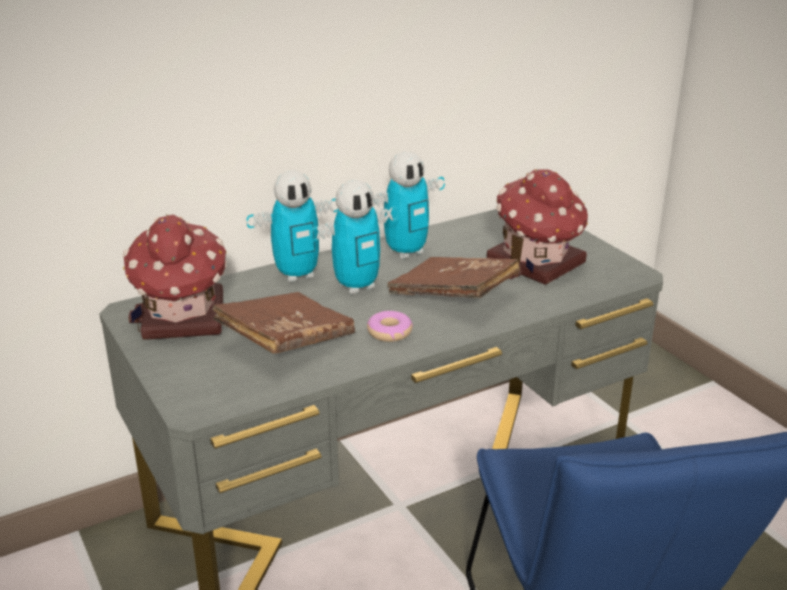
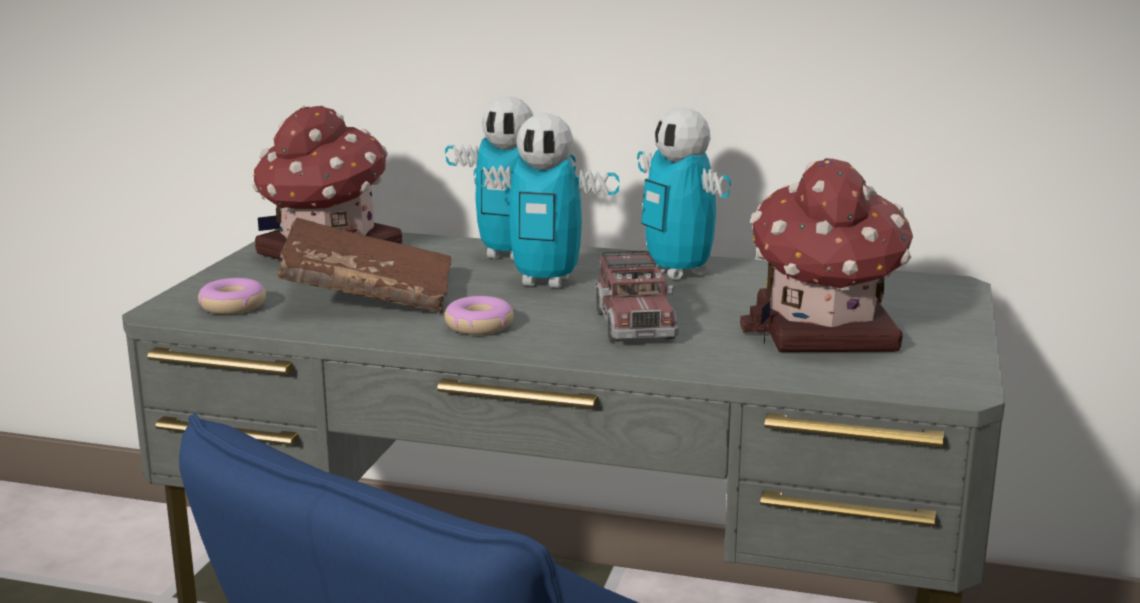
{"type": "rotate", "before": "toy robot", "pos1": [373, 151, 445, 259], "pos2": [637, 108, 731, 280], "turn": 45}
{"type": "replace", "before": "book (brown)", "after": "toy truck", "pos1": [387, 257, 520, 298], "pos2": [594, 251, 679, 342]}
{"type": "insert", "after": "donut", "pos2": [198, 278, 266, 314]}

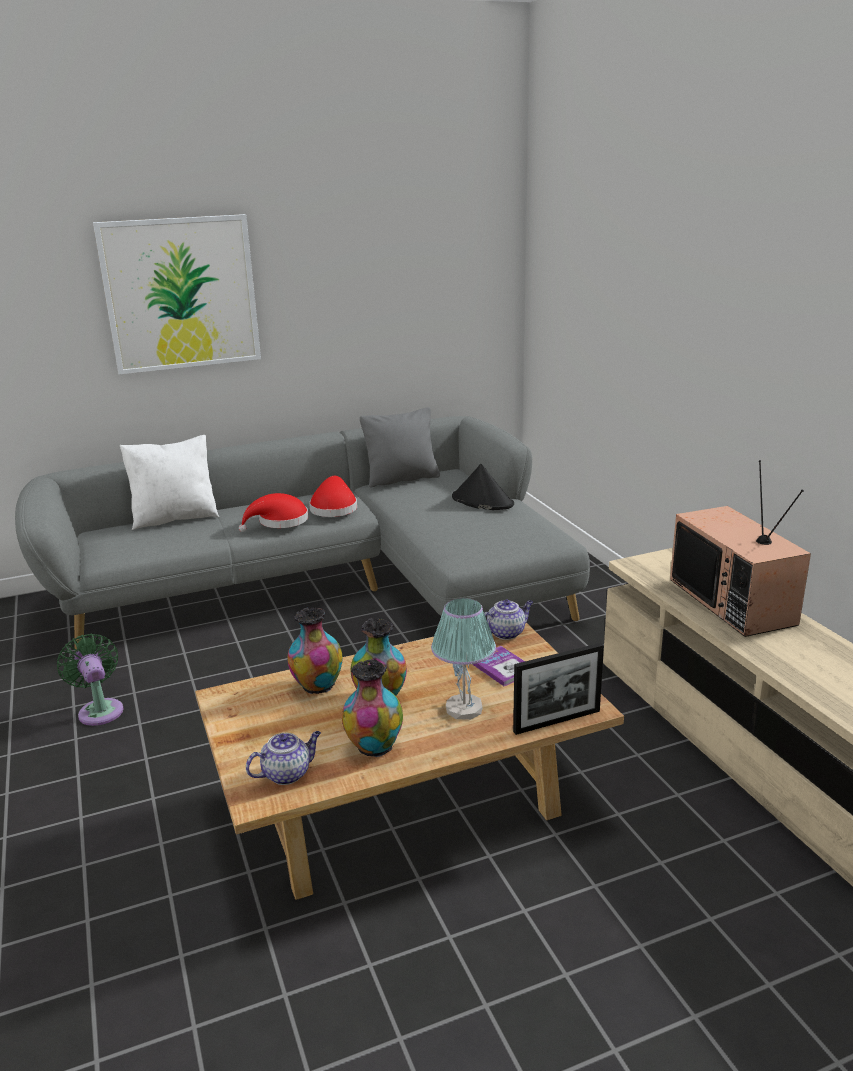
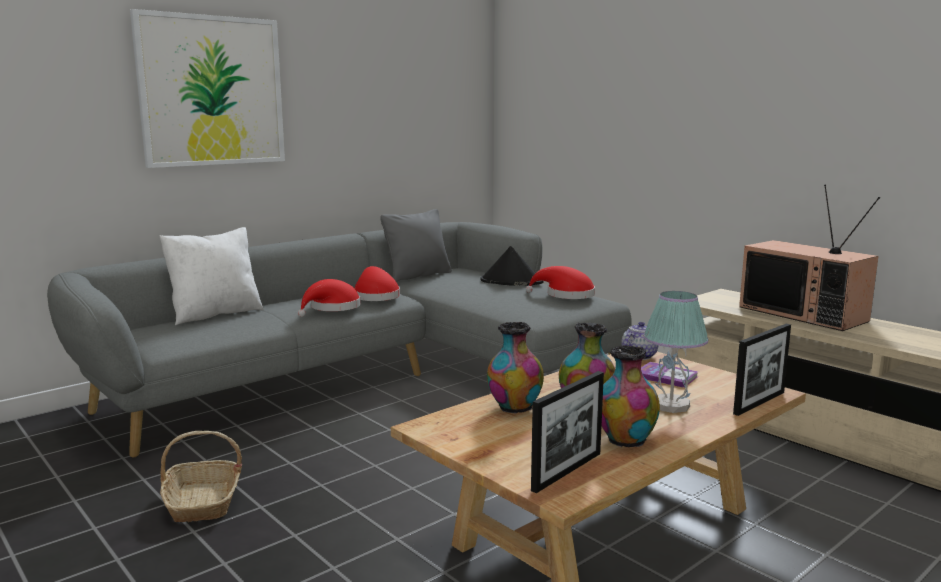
{"type": "replace", "before": "fan (green)", "after": "basket", "pos1": [57, 634, 123, 726], "pos2": [160, 431, 242, 522]}
{"type": "replace", "before": "teapot", "after": "picture frame", "pos1": [246, 731, 321, 785], "pos2": [531, 371, 604, 493]}
{"type": "insert", "after": "hat (red)", "pos2": [526, 266, 595, 299]}

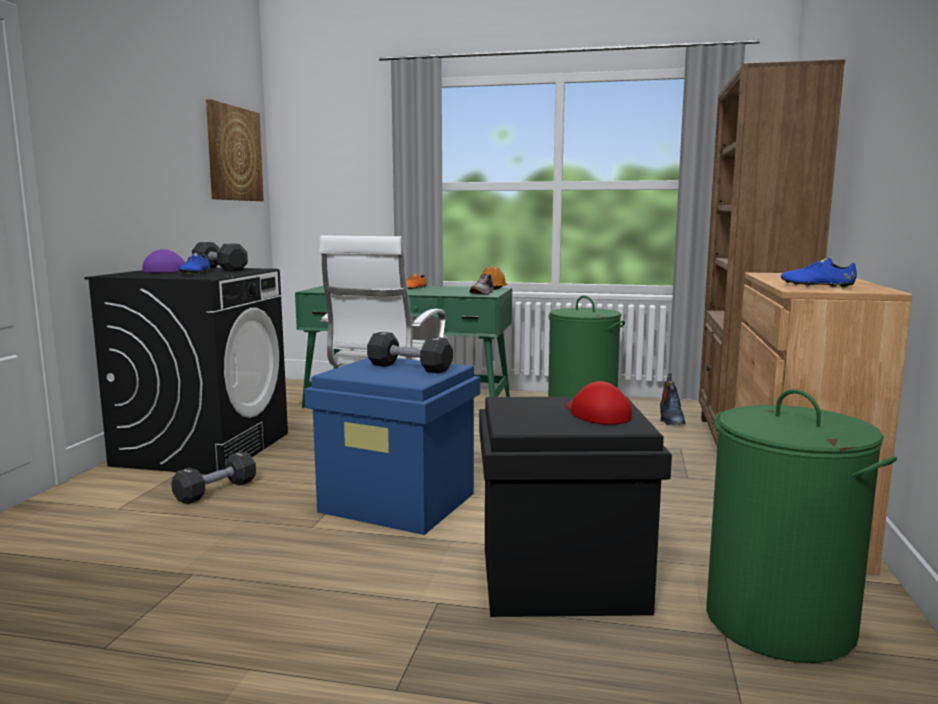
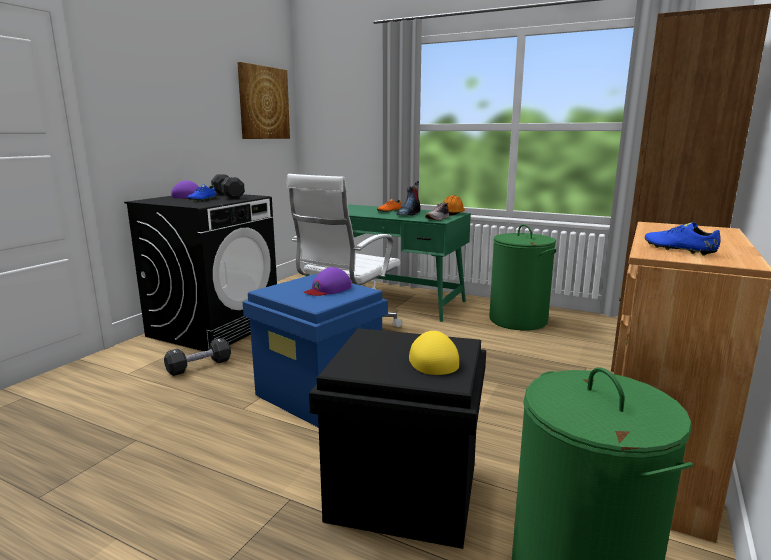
{"type": "replace", "before": "dumbbell (black)", "after": "cap (purple)", "pos1": [367, 332, 453, 374], "pos2": [304, 267, 351, 296]}
{"type": "recolor", "before": "cap (red)", "after": "cap (yellow)", "pos1": [566, 381, 632, 425], "pos2": [409, 331, 459, 375]}
{"type": "move", "before": "boot", "pos1": [660, 374, 685, 425], "pos2": [397, 181, 421, 216]}

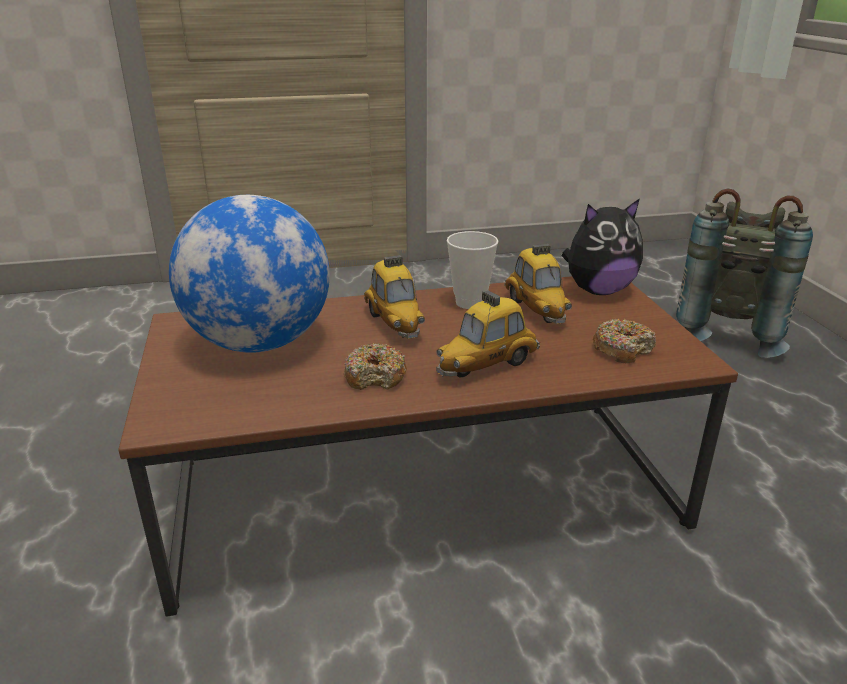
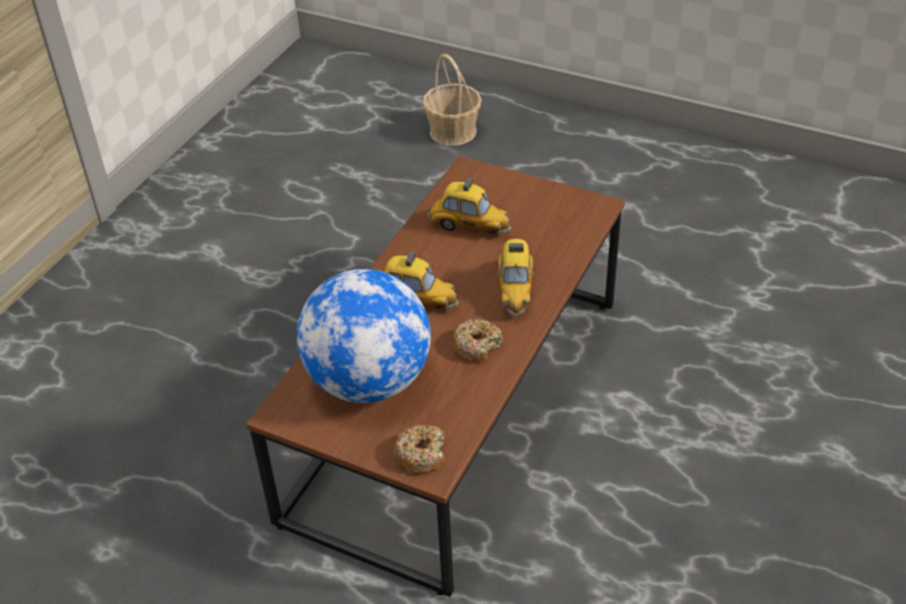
{"type": "delete", "before": "cup", "pos1": [447, 231, 498, 309]}
{"type": "delete", "before": "plush toy", "pos1": [561, 198, 643, 295]}
{"type": "move", "before": "donut", "pos1": [593, 318, 656, 363], "pos2": [394, 424, 445, 472]}
{"type": "replace", "before": "backpack (grey)", "after": "basket", "pos1": [676, 188, 813, 358], "pos2": [422, 54, 482, 146]}

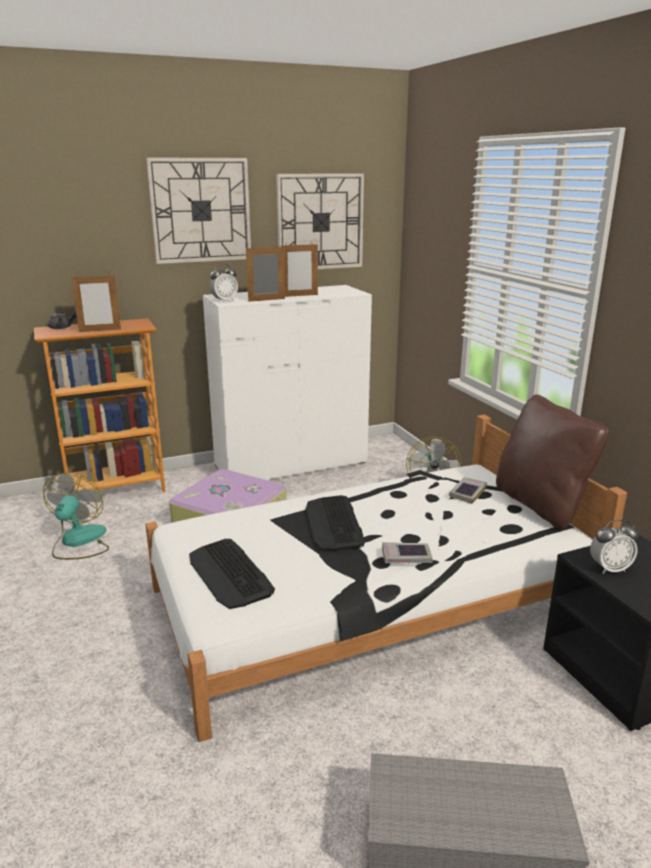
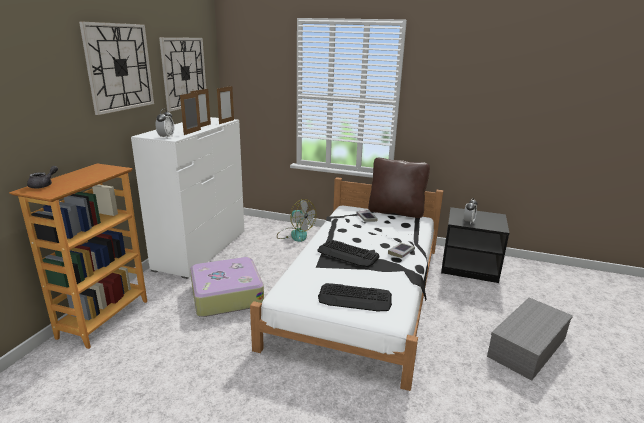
{"type": "delete", "before": "fan", "pos1": [43, 472, 109, 560]}
{"type": "move", "before": "picture frame", "pos1": [71, 275, 121, 332], "pos2": [217, 85, 234, 124]}

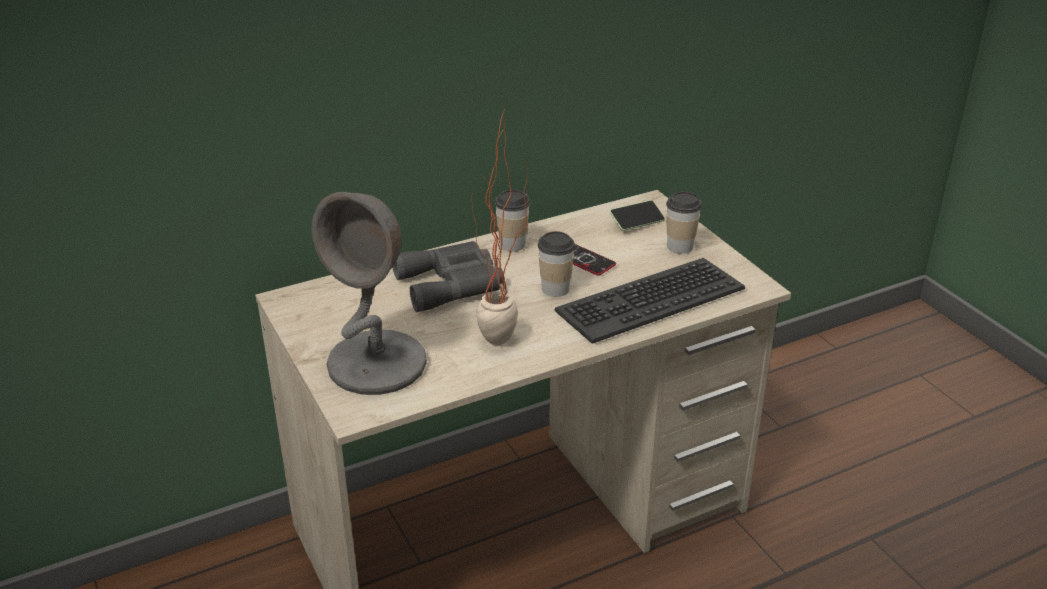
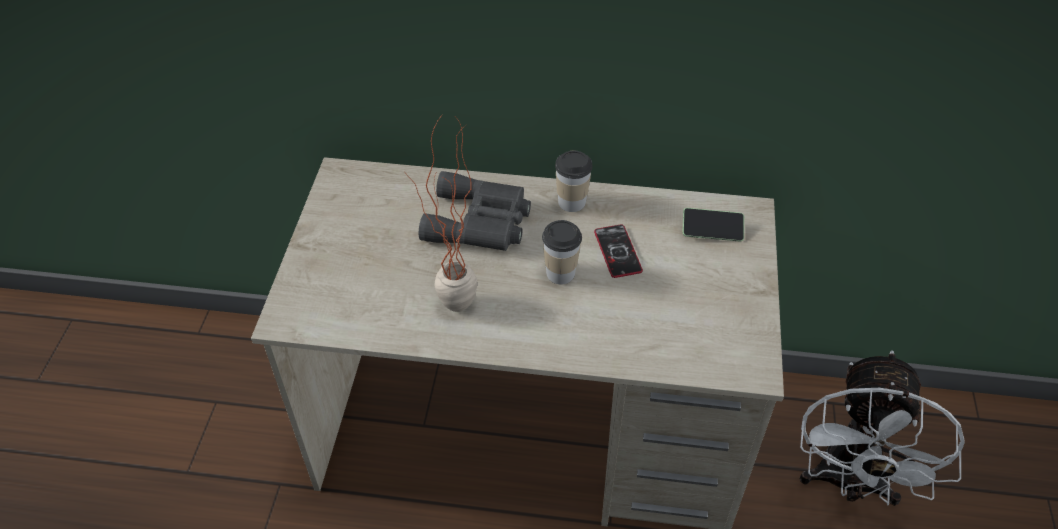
{"type": "delete", "before": "table lamp (grey)", "pos1": [312, 192, 427, 395]}
{"type": "delete", "before": "keyboard", "pos1": [555, 258, 745, 344]}
{"type": "delete", "before": "cup", "pos1": [666, 191, 702, 254]}
{"type": "insert", "after": "fan (white)", "pos2": [800, 350, 965, 506]}

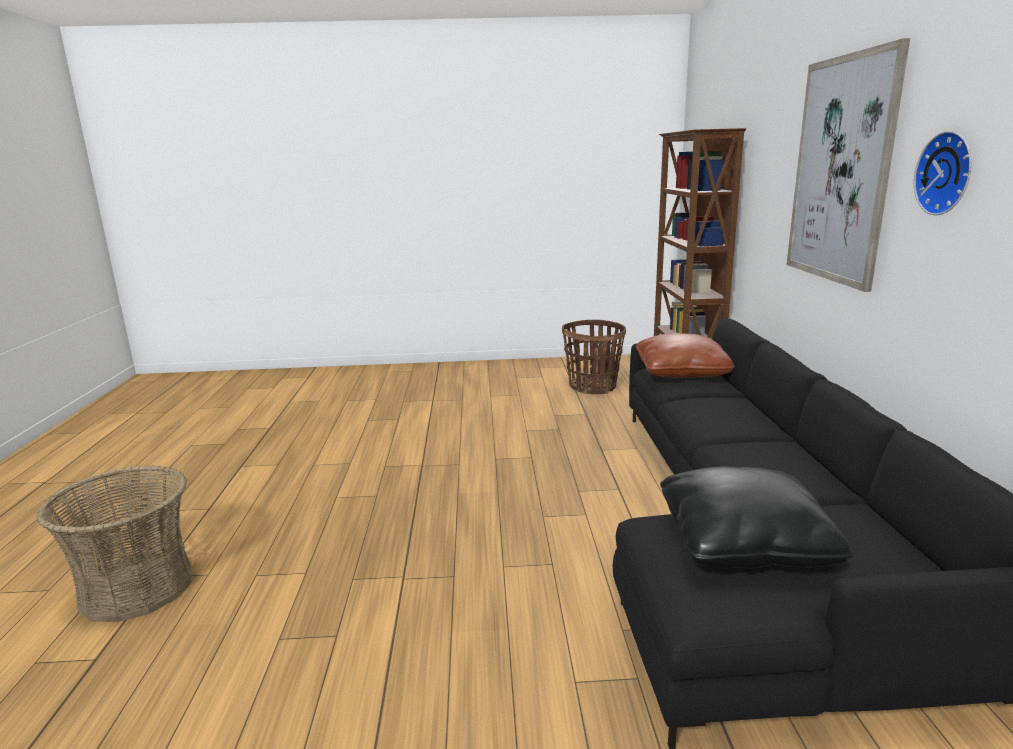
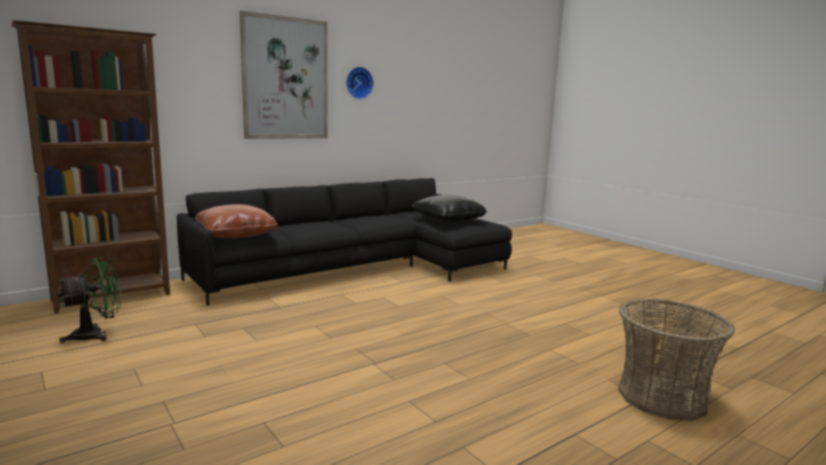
{"type": "replace", "before": "basket", "after": "fan (green)", "pos1": [562, 320, 626, 394], "pos2": [56, 256, 121, 343]}

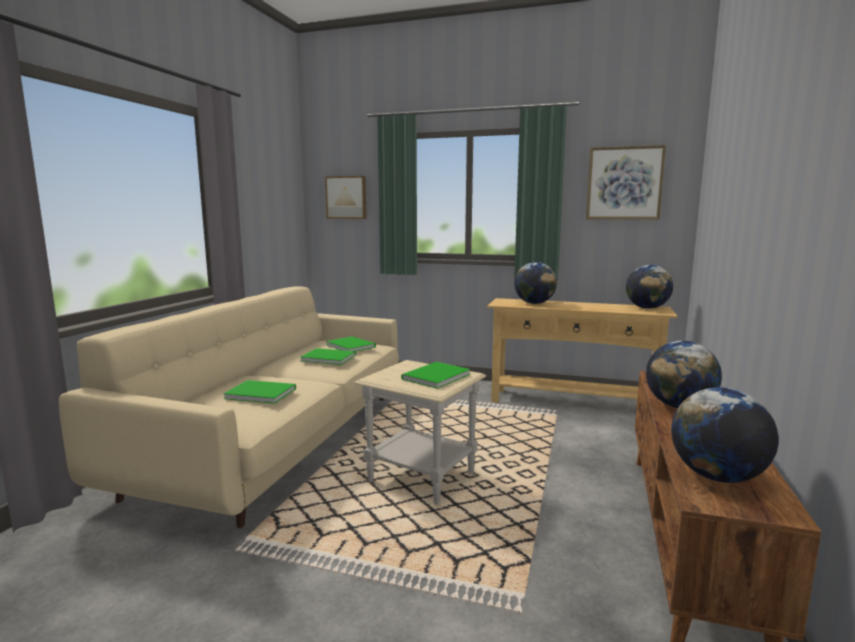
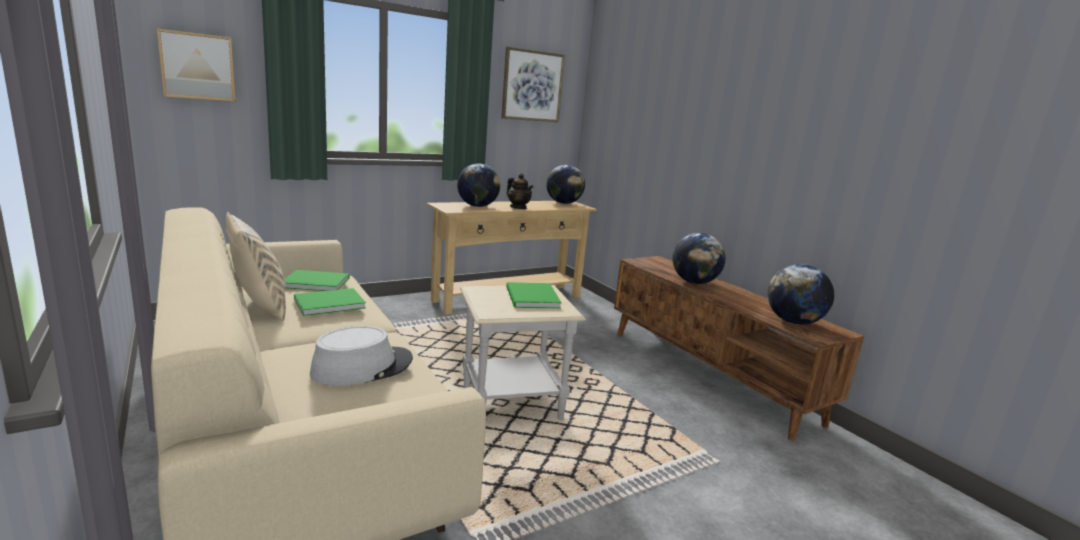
{"type": "replace", "before": "book (green)", "after": "hat (grey)", "pos1": [223, 380, 296, 404], "pos2": [310, 326, 413, 386]}
{"type": "insert", "after": "pillow (beige)", "pos2": [226, 212, 286, 321]}
{"type": "insert", "after": "teapot", "pos2": [507, 173, 533, 209]}

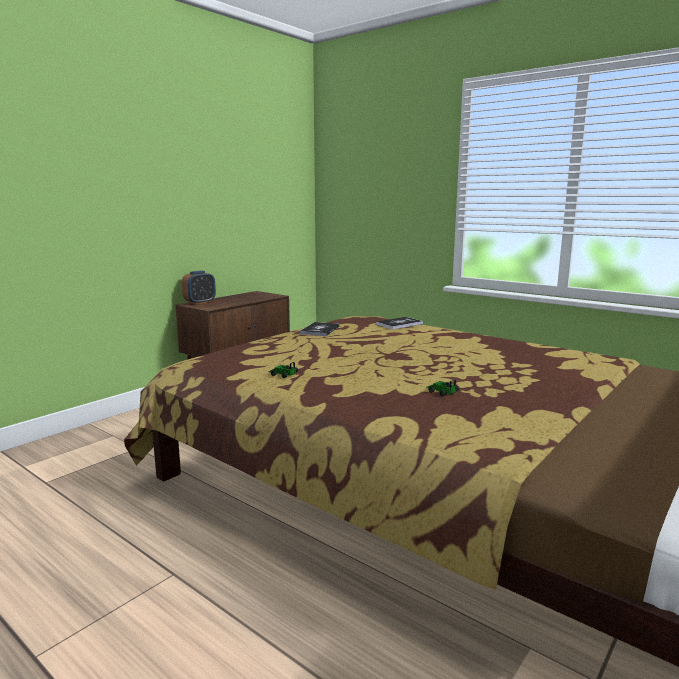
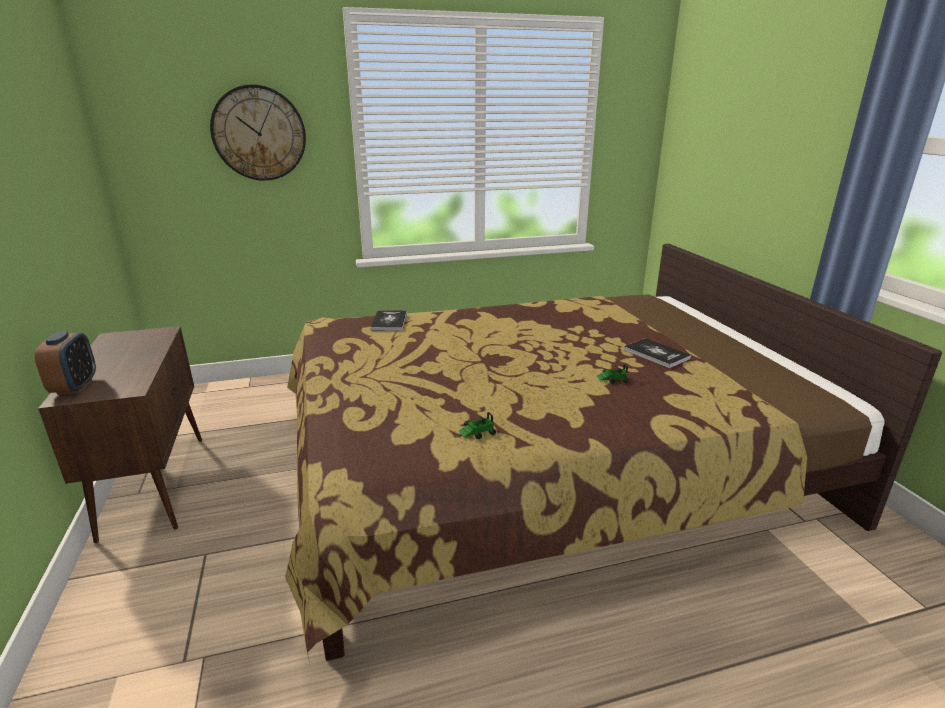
{"type": "move", "before": "book", "pos1": [300, 322, 340, 336], "pos2": [624, 338, 691, 368]}
{"type": "insert", "after": "wall clock", "pos2": [210, 84, 306, 181]}

